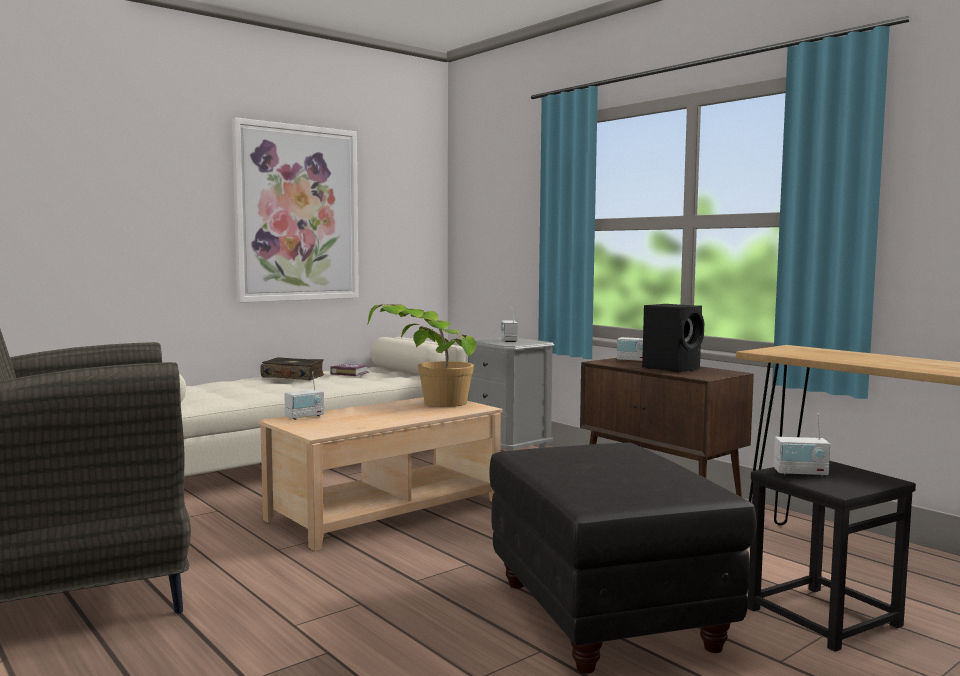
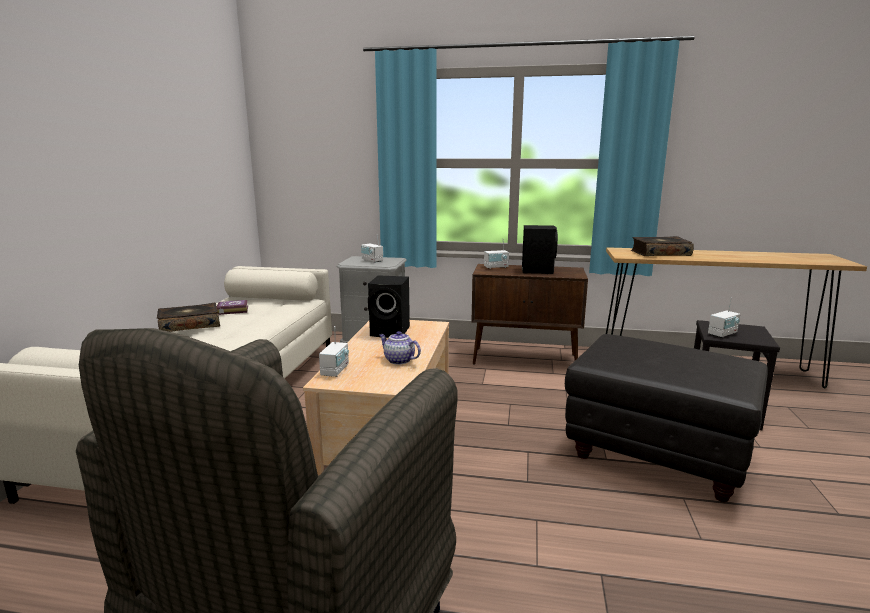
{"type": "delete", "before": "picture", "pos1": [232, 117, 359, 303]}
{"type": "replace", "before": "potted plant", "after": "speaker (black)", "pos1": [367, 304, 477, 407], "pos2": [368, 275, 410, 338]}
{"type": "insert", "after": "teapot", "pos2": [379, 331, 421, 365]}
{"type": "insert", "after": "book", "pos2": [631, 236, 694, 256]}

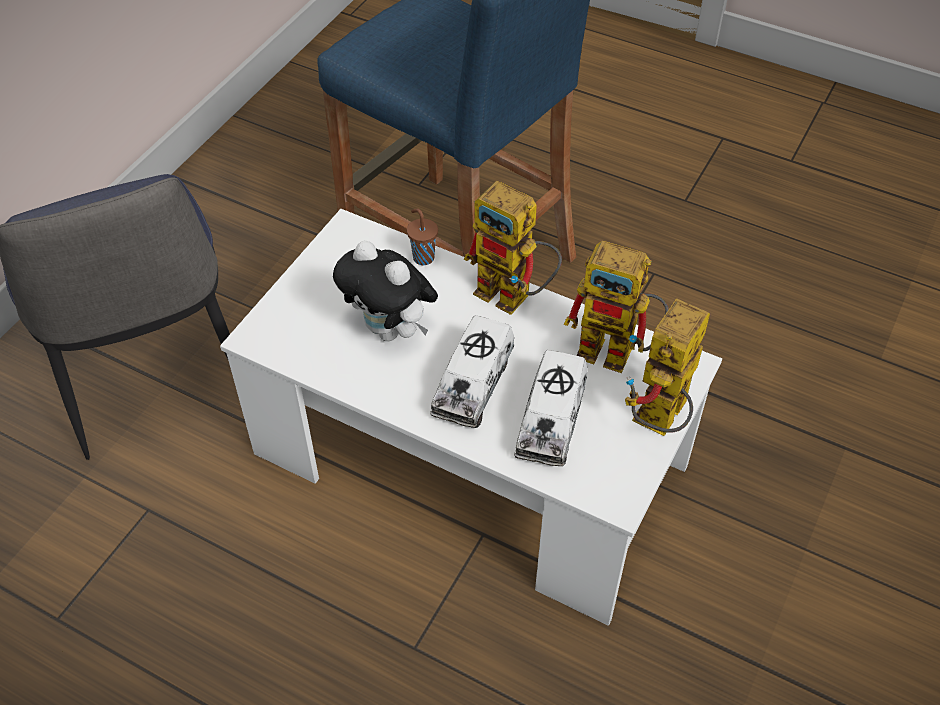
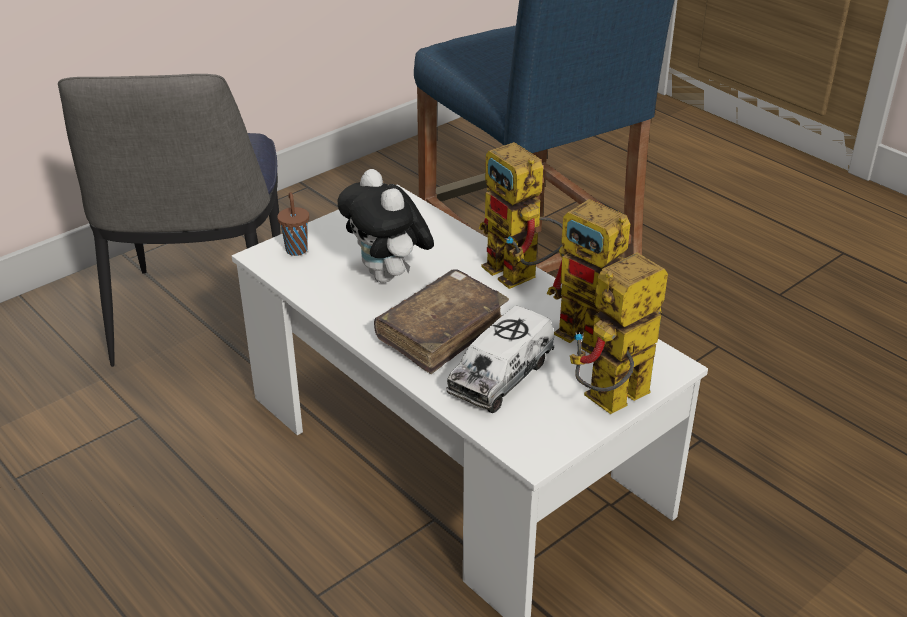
{"type": "move", "before": "cup (brown)", "pos1": [407, 208, 438, 265], "pos2": [277, 192, 309, 256]}
{"type": "replace", "before": "toy truck", "after": "book (brown)", "pos1": [430, 315, 515, 428], "pos2": [374, 269, 509, 374]}

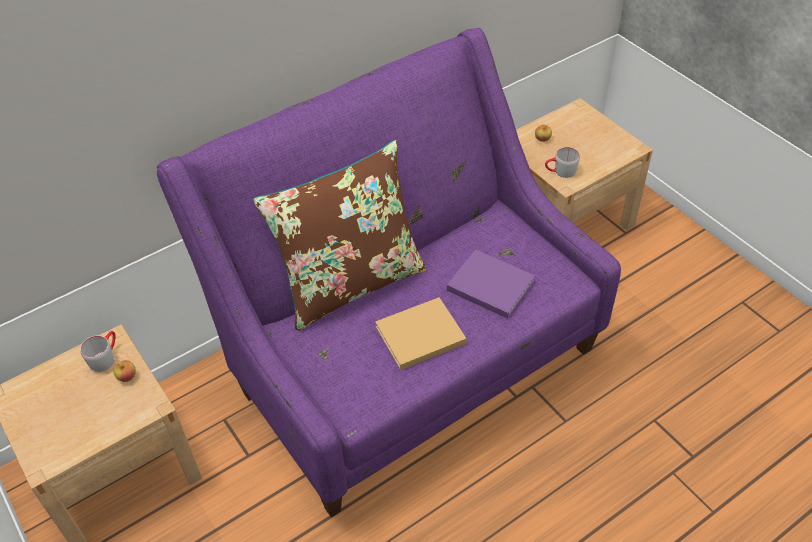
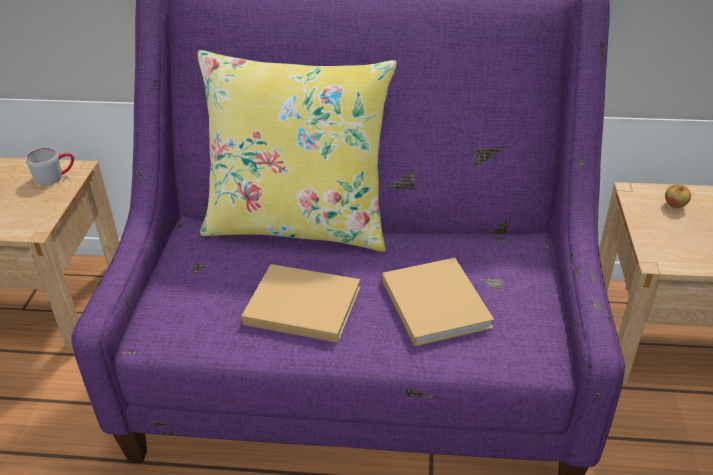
{"type": "delete", "before": "apple", "pos1": [114, 360, 136, 382]}
{"type": "recolor", "before": "pillow (brown)", "after": "pillow (yellow)", "pos1": [253, 140, 427, 331], "pos2": [198, 50, 397, 252]}
{"type": "recolor", "before": "book (purple)", "after": "book (beige)", "pos1": [447, 249, 535, 319], "pos2": [382, 258, 494, 347]}
{"type": "delete", "before": "mug (grey)", "pos1": [545, 147, 580, 178]}

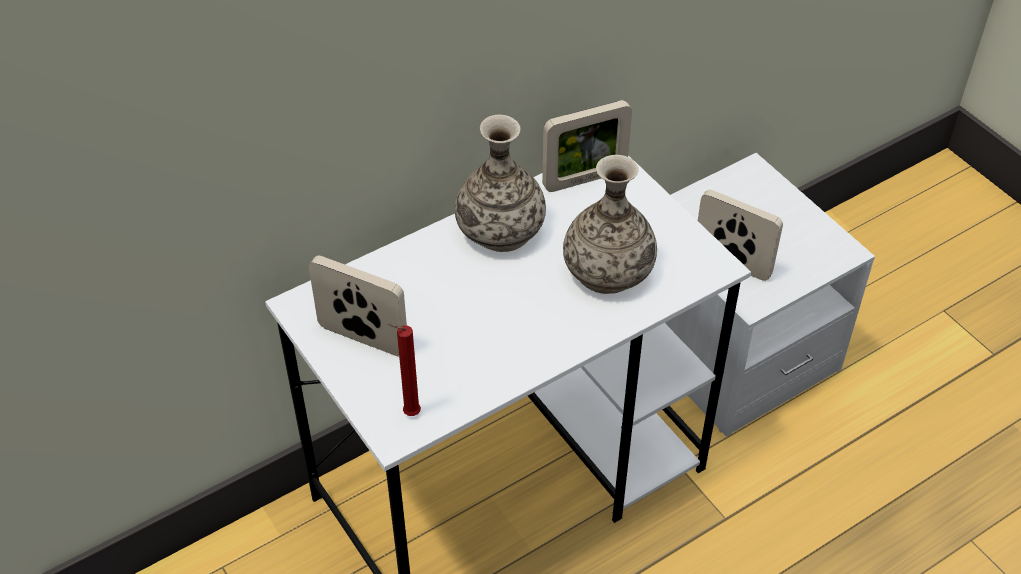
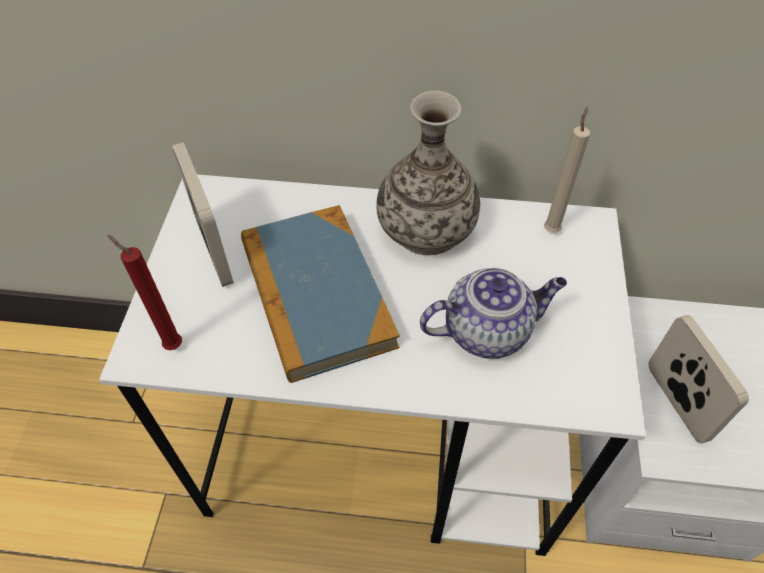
{"type": "replace", "before": "picture frame", "after": "candle (beige)", "pos1": [542, 100, 632, 192], "pos2": [544, 107, 590, 233]}
{"type": "replace", "before": "vase", "after": "teapot", "pos1": [563, 155, 657, 294], "pos2": [420, 268, 567, 359]}
{"type": "insert", "after": "book", "pos2": [241, 205, 400, 383]}

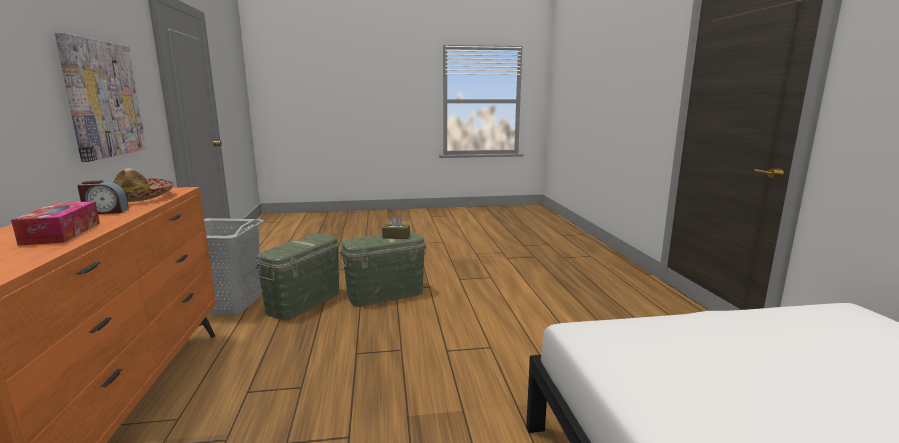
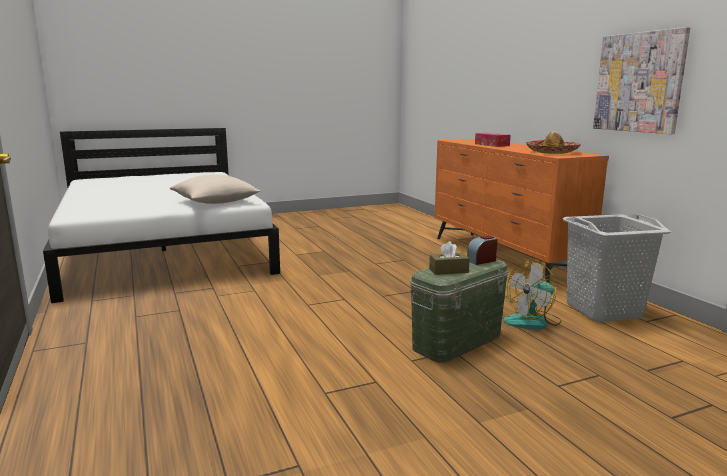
{"type": "move", "before": "alarm clock", "pos1": [77, 180, 129, 214], "pos2": [467, 235, 498, 265]}
{"type": "replace", "before": "storage box (green)", "after": "fan", "pos1": [256, 234, 339, 320], "pos2": [503, 260, 562, 330]}
{"type": "insert", "after": "pillow (beige)", "pos2": [170, 175, 260, 204]}

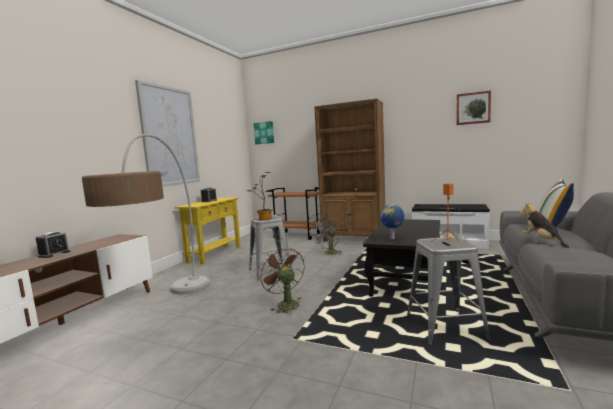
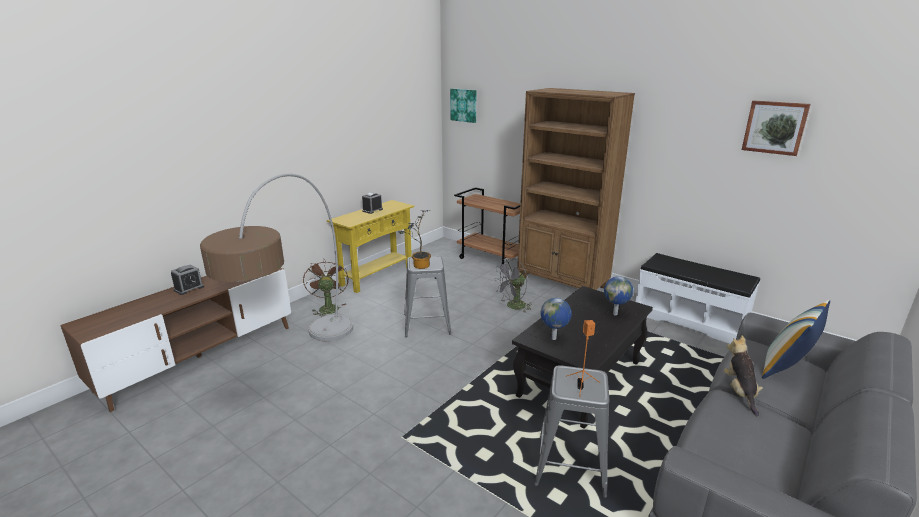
{"type": "delete", "before": "picture", "pos1": [135, 80, 200, 187]}
{"type": "move", "before": "fan (brown)", "pos1": [259, 247, 305, 314], "pos2": [303, 258, 348, 316]}
{"type": "insert", "after": "globe", "pos2": [604, 276, 633, 315]}

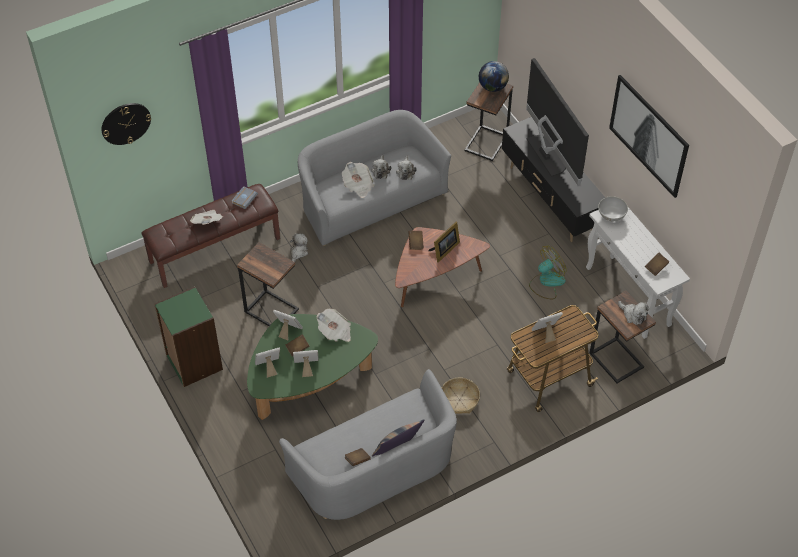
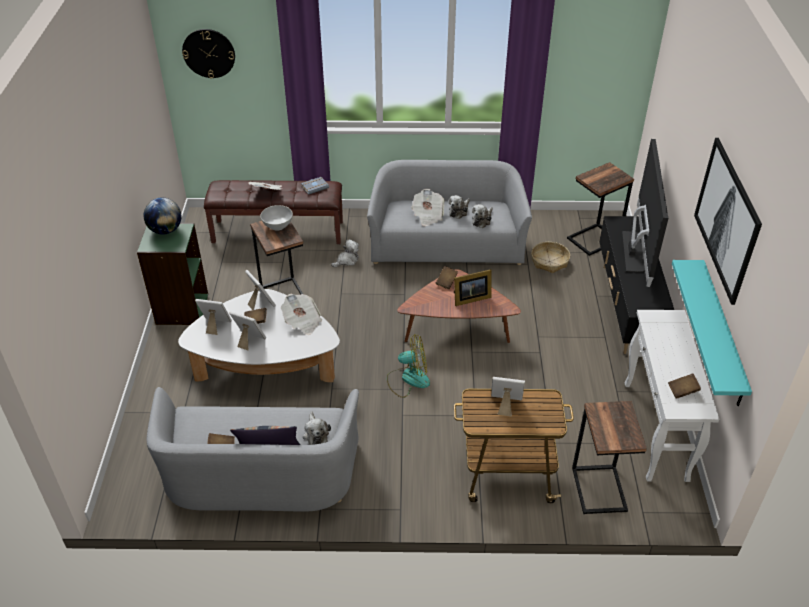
{"type": "recolor", "before": "coffee table (green)", "after": "coffee table (white)", "pos1": [247, 314, 378, 420], "pos2": [178, 289, 340, 382]}
{"type": "move", "before": "basket", "pos1": [442, 378, 480, 414], "pos2": [531, 242, 570, 273]}
{"type": "move", "before": "globe", "pos1": [479, 61, 509, 92], "pos2": [143, 198, 182, 234]}
{"type": "move", "before": "fan", "pos1": [529, 246, 567, 299], "pos2": [387, 334, 430, 398]}
{"type": "move", "before": "bowl (white)", "pos1": [598, 196, 628, 221], "pos2": [260, 205, 293, 231]}
{"type": "move", "before": "plush toy", "pos1": [618, 301, 649, 325], "pos2": [303, 411, 331, 445]}
{"type": "insert", "after": "shelf (turquoise)", "pos2": [672, 260, 752, 406]}

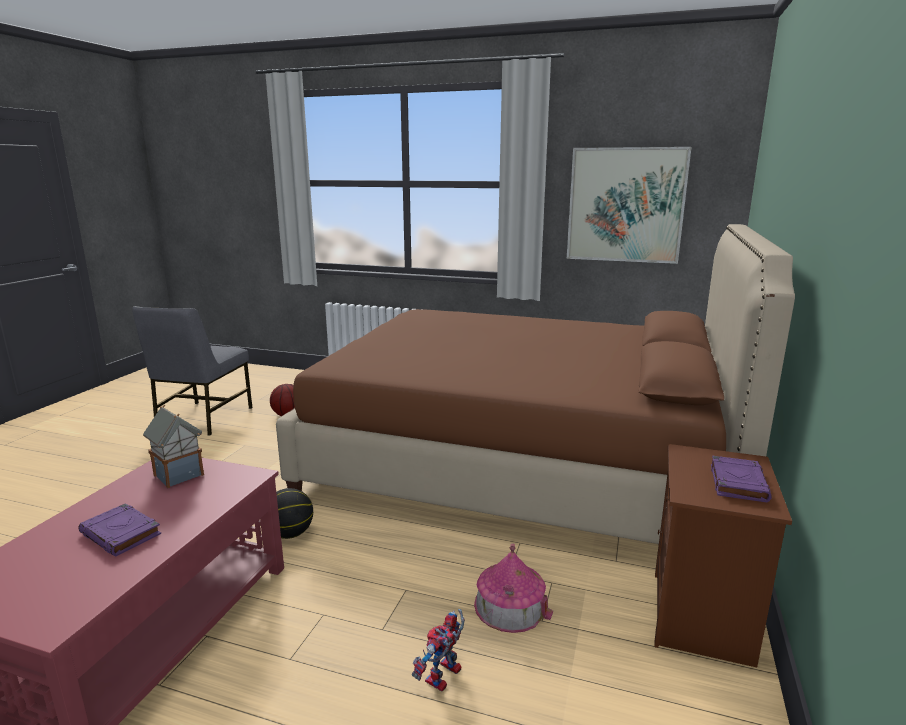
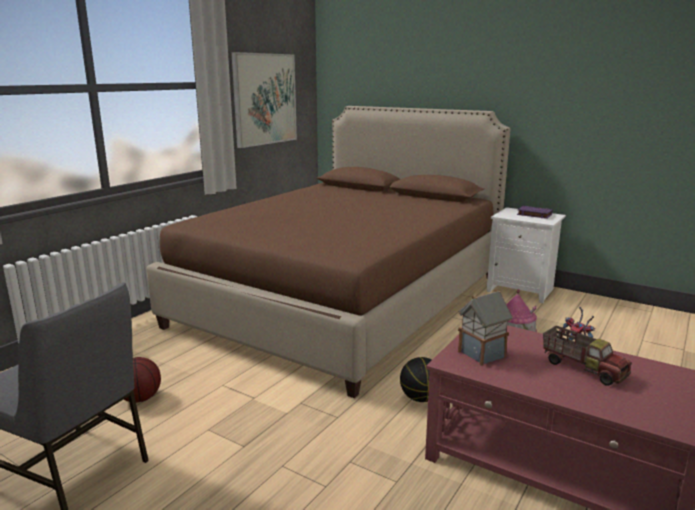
{"type": "replace", "before": "book (purple)", "after": "toy truck", "pos1": [78, 503, 161, 557], "pos2": [543, 325, 632, 386]}
{"type": "recolor", "before": "nightstand (brown)", "after": "nightstand (white)", "pos1": [654, 444, 792, 667], "pos2": [486, 207, 566, 303]}

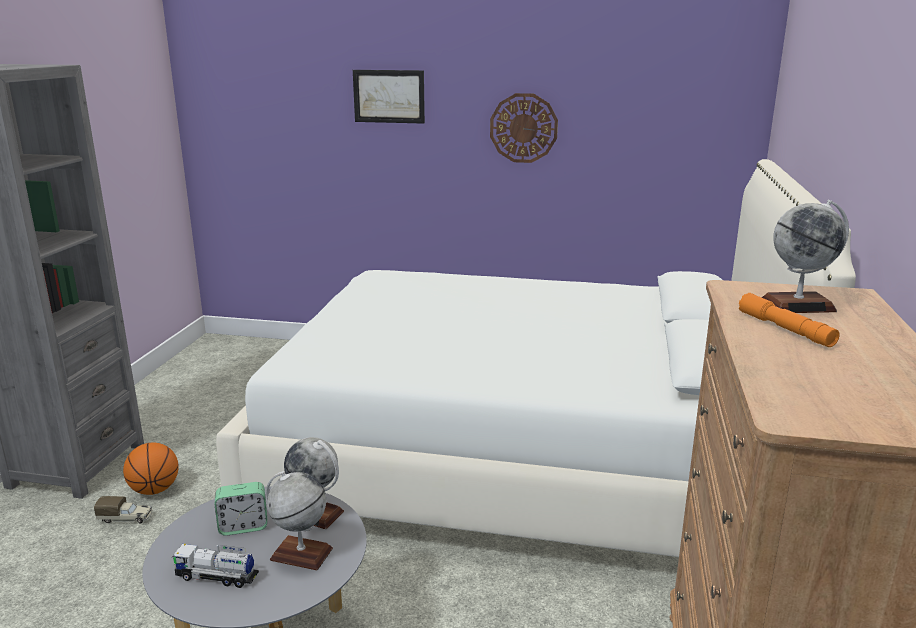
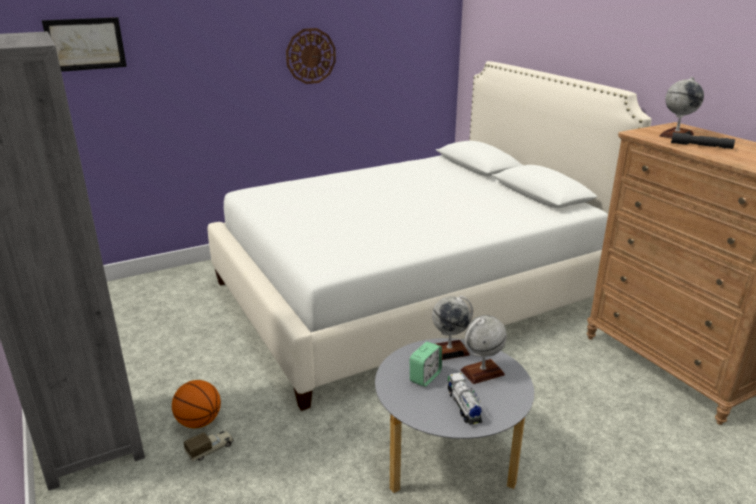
{"type": "rotate", "before": "toy truck", "pos1": [173, 544, 259, 588], "pos2": [448, 372, 483, 425], "turn": 105}
{"type": "move", "before": "picture", "pos1": [353, 70, 425, 124], "pos2": [42, 17, 127, 72]}
{"type": "recolor", "before": "flashlight (orange)", "after": "flashlight (grey)", "pos1": [739, 293, 840, 347], "pos2": [671, 132, 735, 149]}

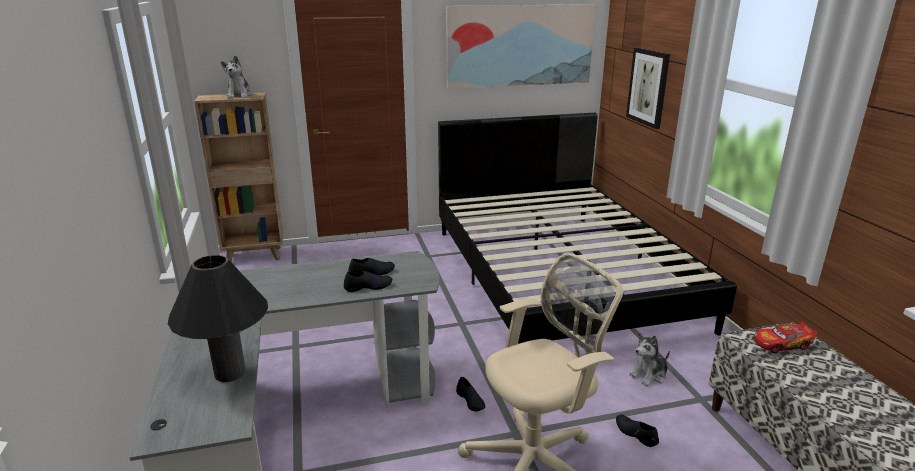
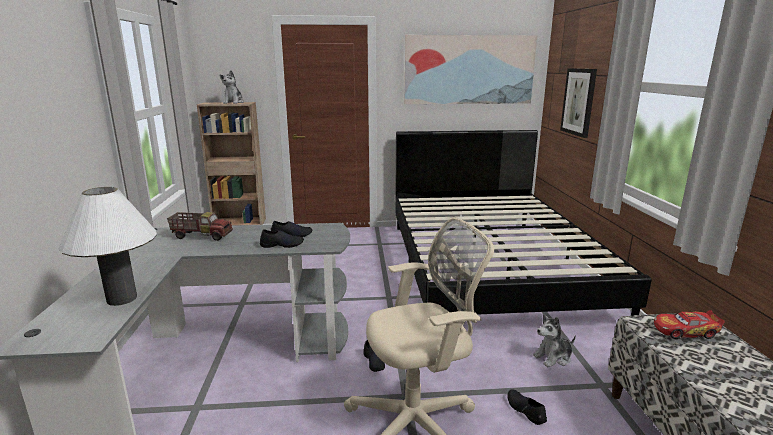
{"type": "recolor", "before": "table lamp (black)", "after": "table lamp (white)", "pos1": [168, 255, 268, 382], "pos2": [59, 187, 157, 306]}
{"type": "insert", "after": "toy truck", "pos2": [167, 212, 233, 241]}

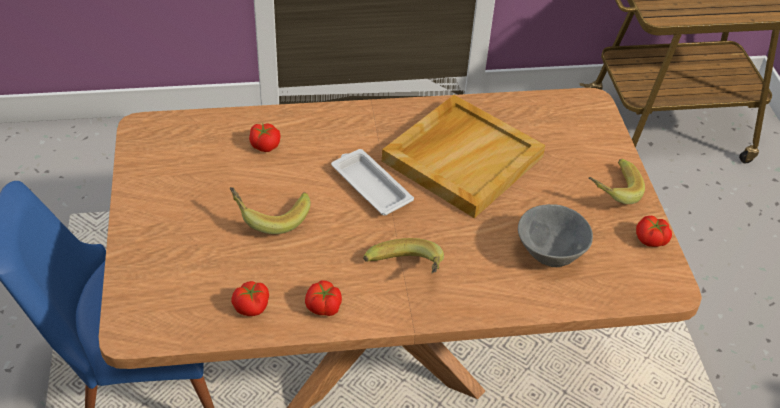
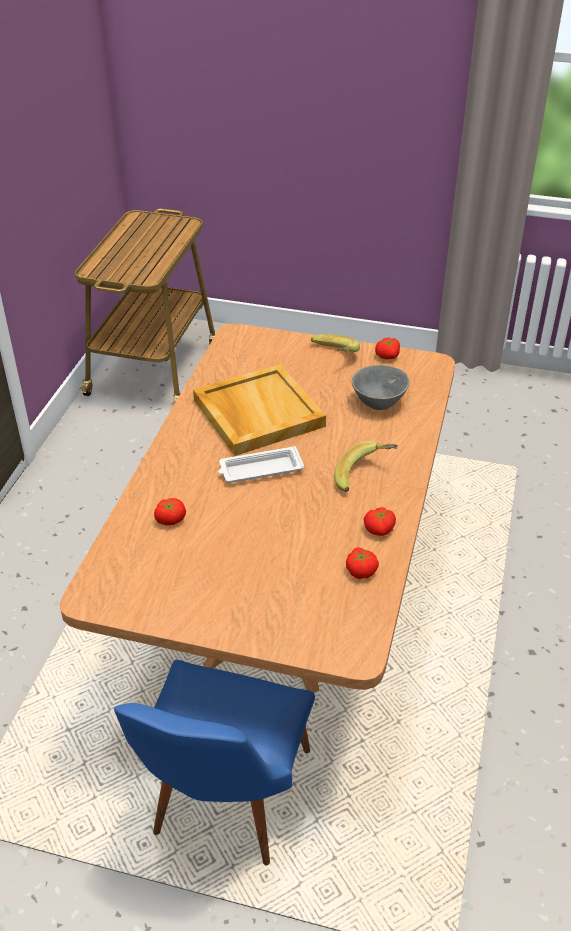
{"type": "delete", "before": "banana", "pos1": [230, 187, 311, 234]}

